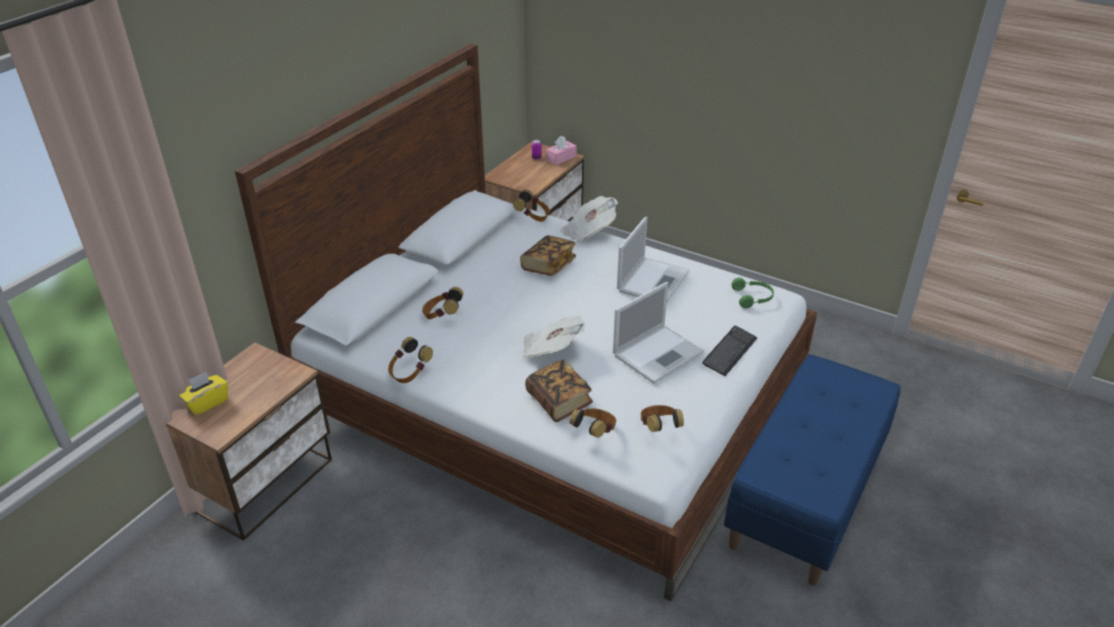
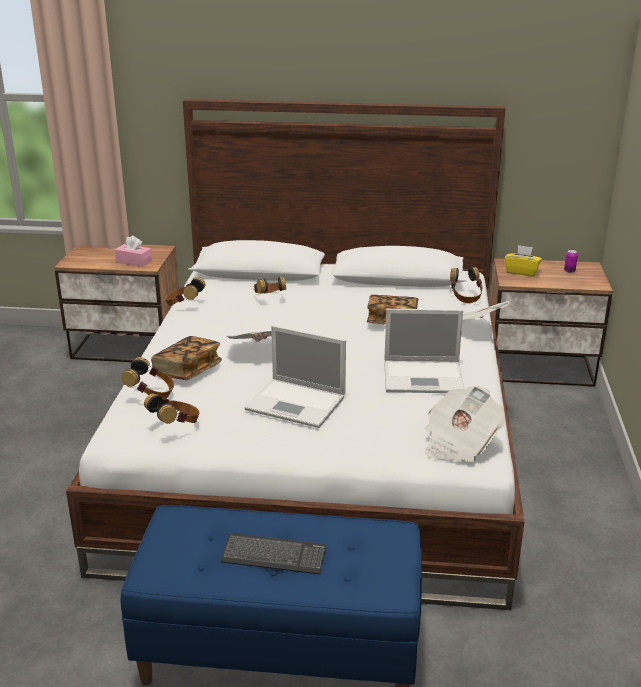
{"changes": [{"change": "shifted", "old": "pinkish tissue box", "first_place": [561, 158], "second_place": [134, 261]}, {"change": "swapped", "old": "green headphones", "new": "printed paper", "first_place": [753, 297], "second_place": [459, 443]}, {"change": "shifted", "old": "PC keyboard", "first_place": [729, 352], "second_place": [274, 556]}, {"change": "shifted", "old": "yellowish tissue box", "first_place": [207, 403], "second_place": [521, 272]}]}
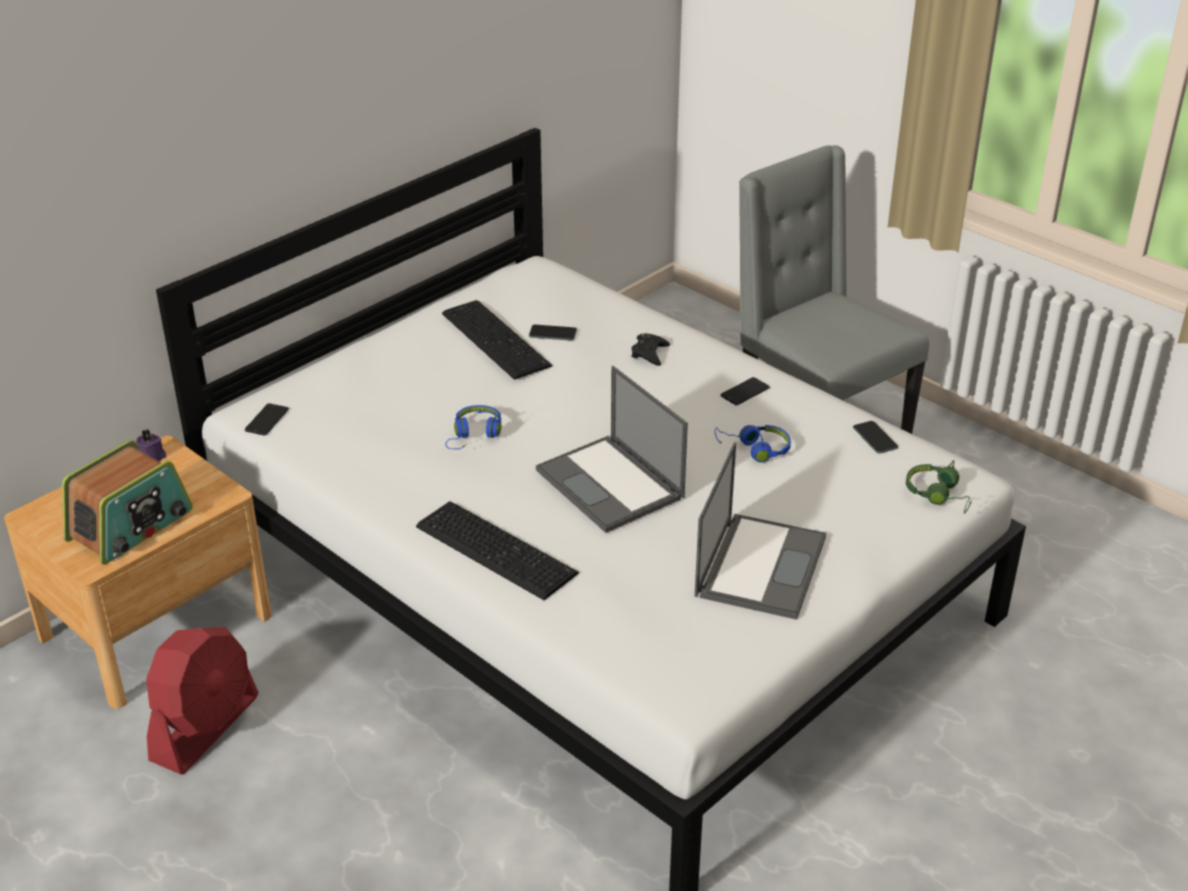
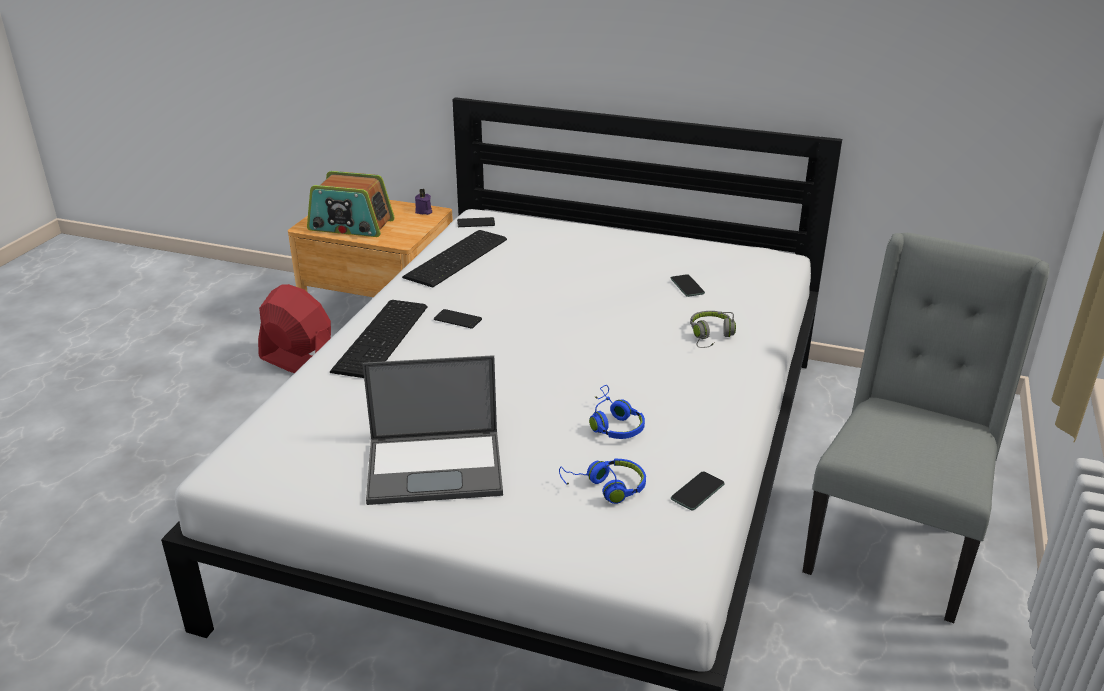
{"changes": [{"change": "shifted", "old": "PC keyboard", "first_place": [497, 338], "second_place": [459, 258]}, {"change": "swapped", "old": "black-coloured gamepad", "new": "grey headphones", "first_place": [649, 353], "second_place": [711, 336]}, {"change": "gone", "old": "notebook computer", "first_place": [611, 484]}, {"change": "shifted", "old": "phone", "first_place": [745, 392], "second_place": [457, 319]}, {"change": "shifted", "old": "blue-coloured headphones", "first_place": [474, 435], "second_place": [606, 488]}, {"change": "gone", "old": "green headphones", "first_place": [938, 495]}, {"change": "rotated", "old": "red fan", "first_place": [206, 728], "second_place": [299, 363], "degrees": -150}]}
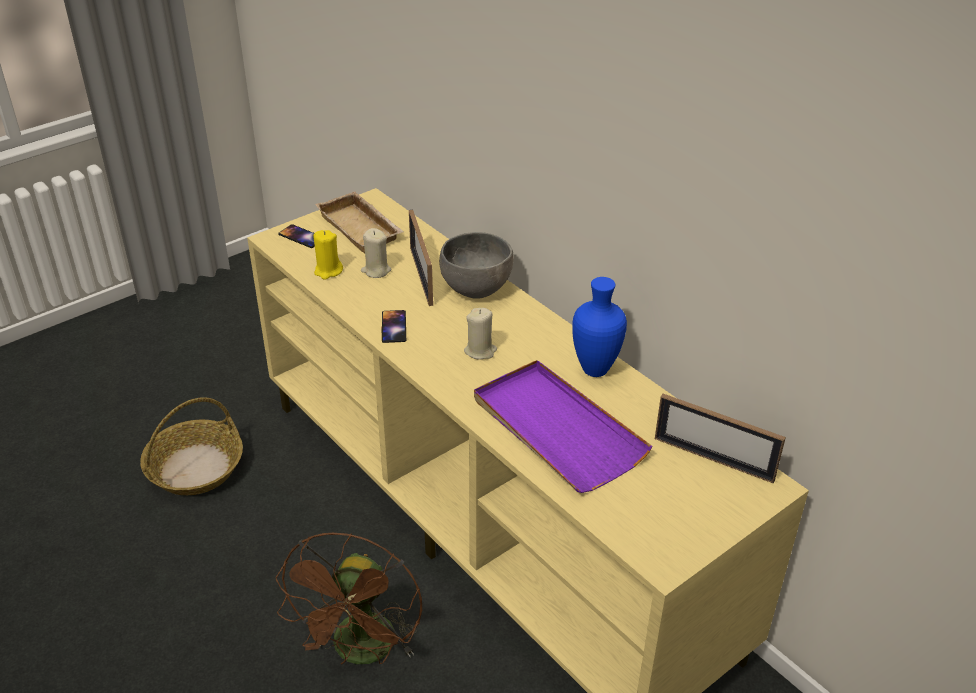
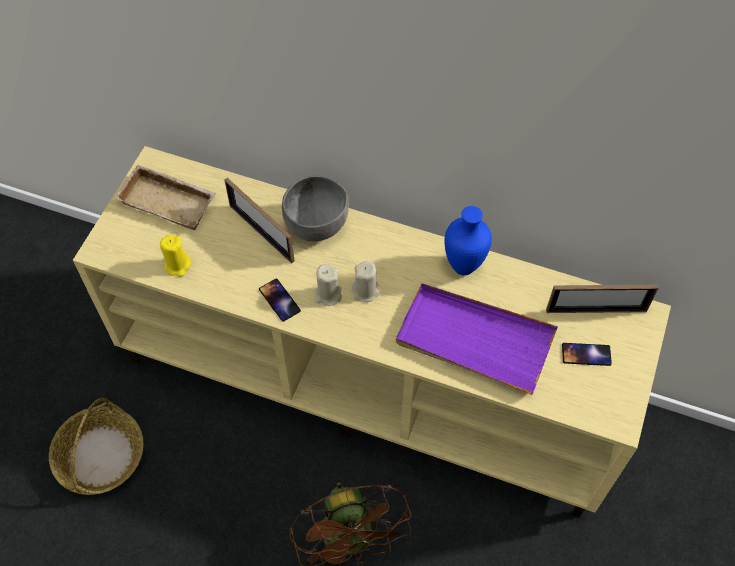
{"changes": [{"change": "shifted", "old": "phone", "first_place": [301, 237], "second_place": [586, 354]}, {"change": "shifted", "old": "beige-coloured candle", "first_place": [376, 270], "second_place": [328, 295]}]}
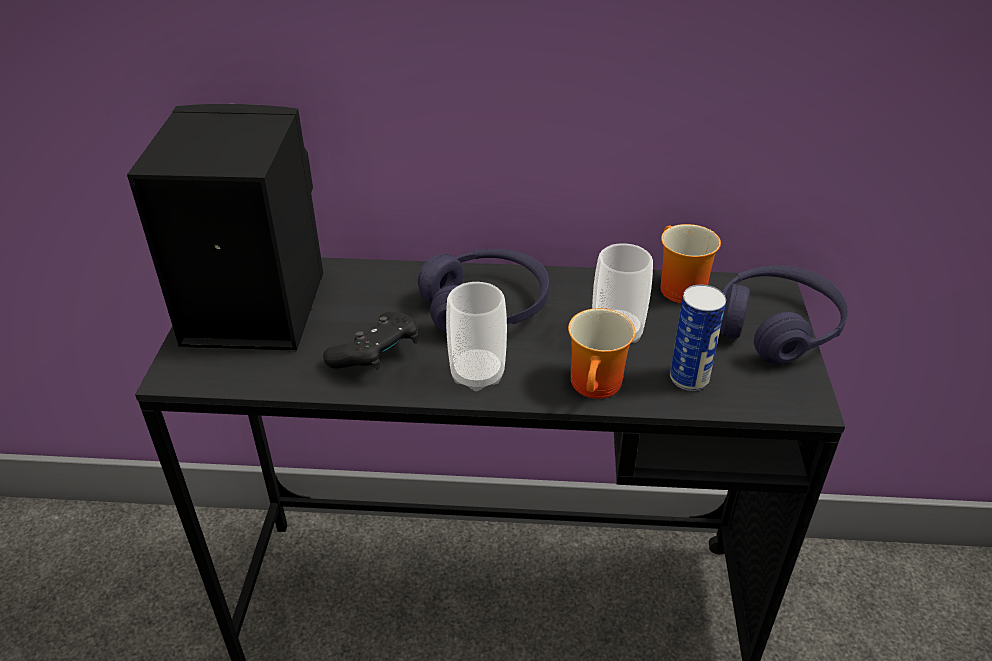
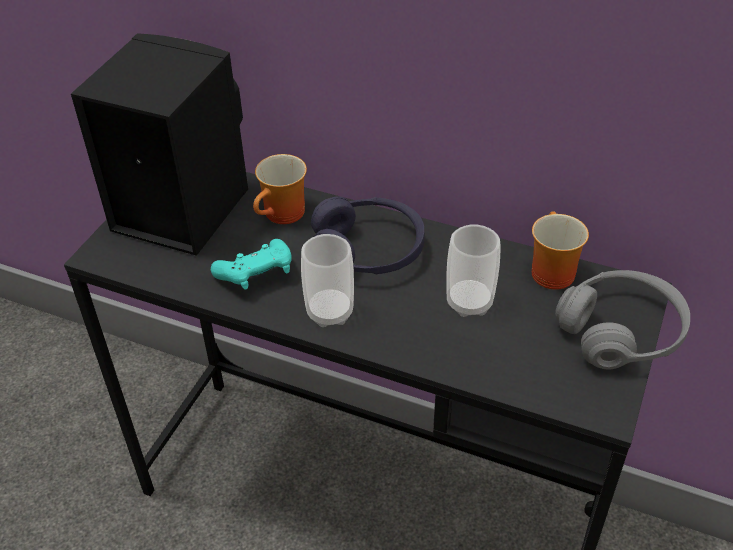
{"changes": [{"change": "repainted", "old": "purple headphones", "new": "grey headphones", "first_place": [775, 328], "second_place": [620, 332]}, {"change": "gone", "old": "metal can", "first_place": [689, 378]}, {"change": "shifted", "old": "mug", "first_place": [599, 386], "second_place": [284, 215]}, {"change": "repainted", "old": "black-coloured gamepad", "new": "turquoise-coloured gamepad", "first_place": [377, 356], "second_place": [257, 276]}]}
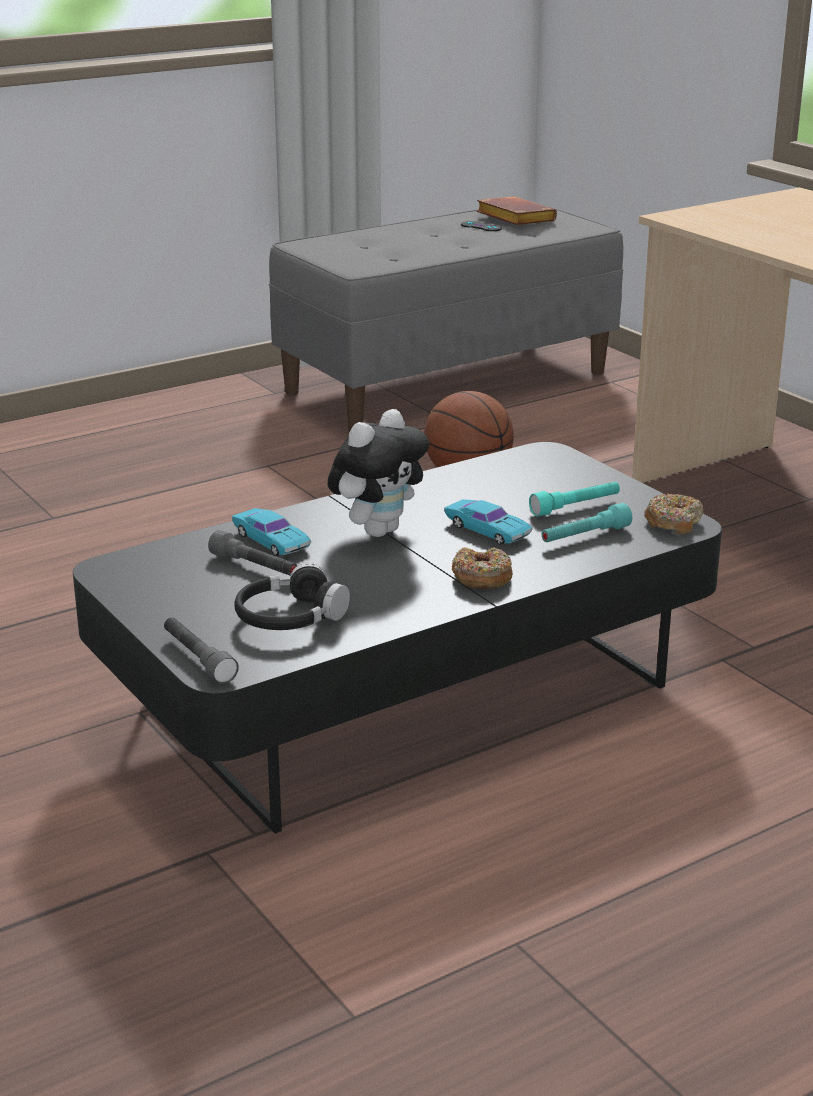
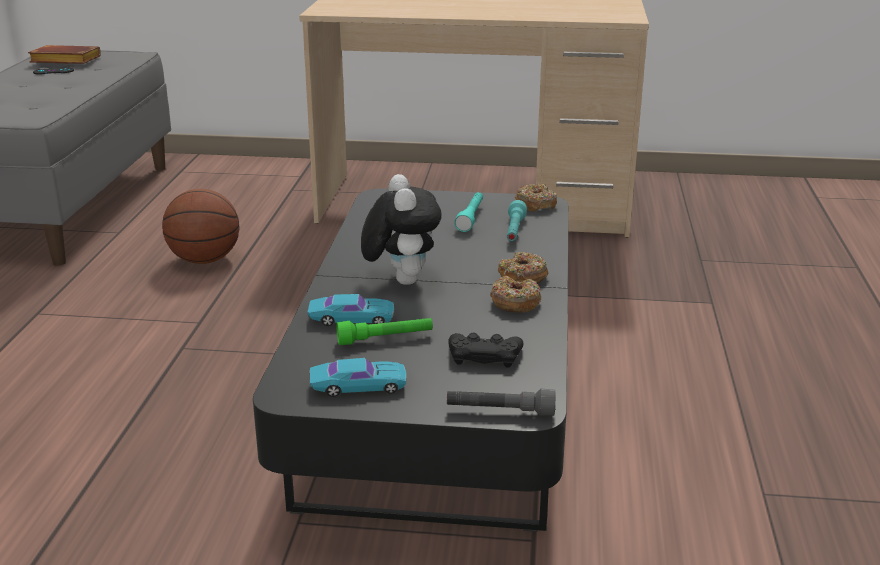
{"changes": [{"change": "shifted", "old": "turquoise-coloured miniature car", "first_place": [487, 529], "second_place": [358, 385]}, {"change": "repainted", "old": "grey hand torch", "new": "green hand torch", "first_place": [254, 567], "second_place": [385, 339]}, {"change": "swapped", "old": "black-coloured headphones", "new": "black-coloured gamepad", "first_place": [290, 617], "second_place": [484, 355]}, {"change": "new", "new": "doughnut", "second_place": [515, 302]}]}
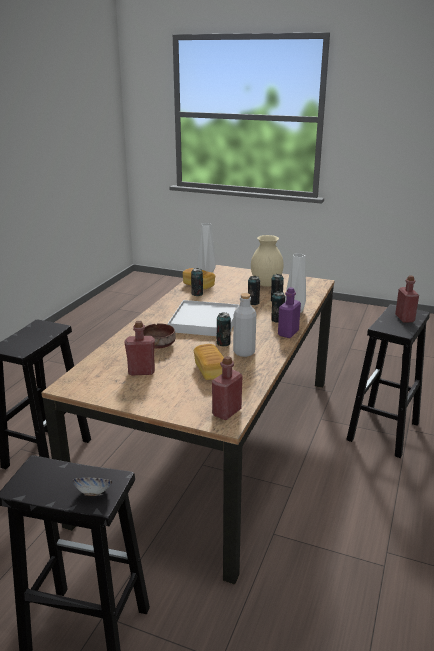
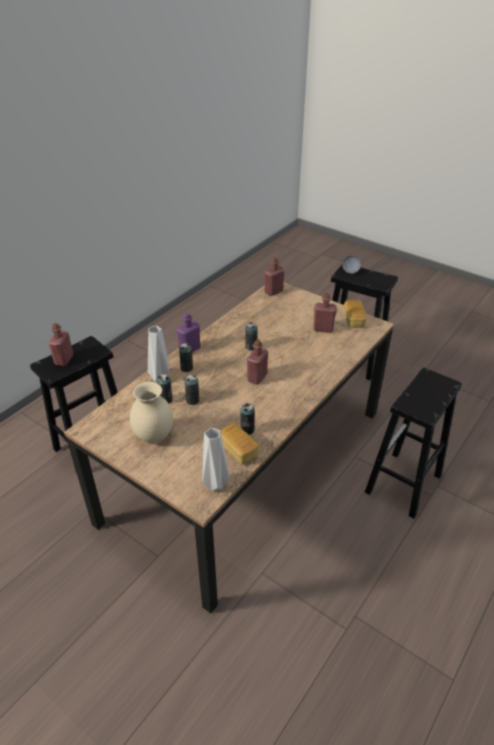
{"changes": [{"change": "gone", "old": "grey drink bottle", "first_place": [244, 352]}, {"change": "swapped", "old": "white-coloured tray", "new": "red drink bottle", "first_place": [204, 322], "second_place": [257, 377]}, {"change": "gone", "old": "brownish serving bowl", "first_place": [158, 345]}, {"change": "shifted", "old": "baked bread", "first_place": [210, 371], "second_place": [353, 320]}]}
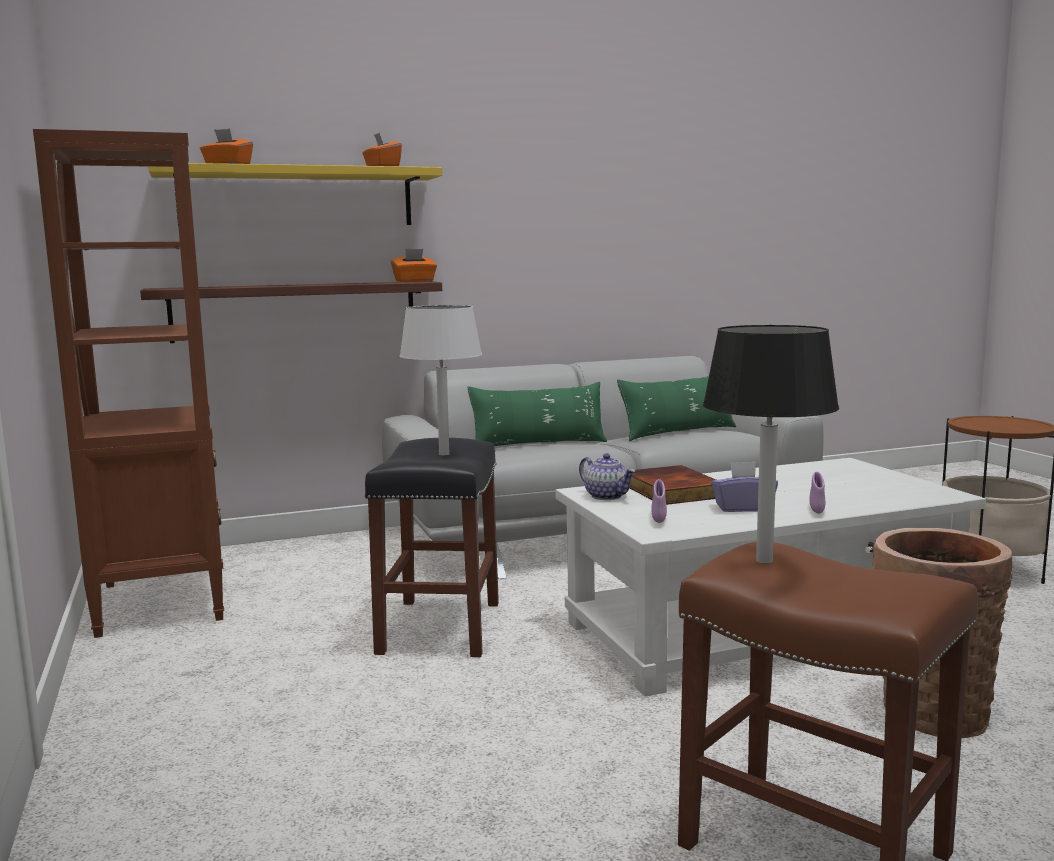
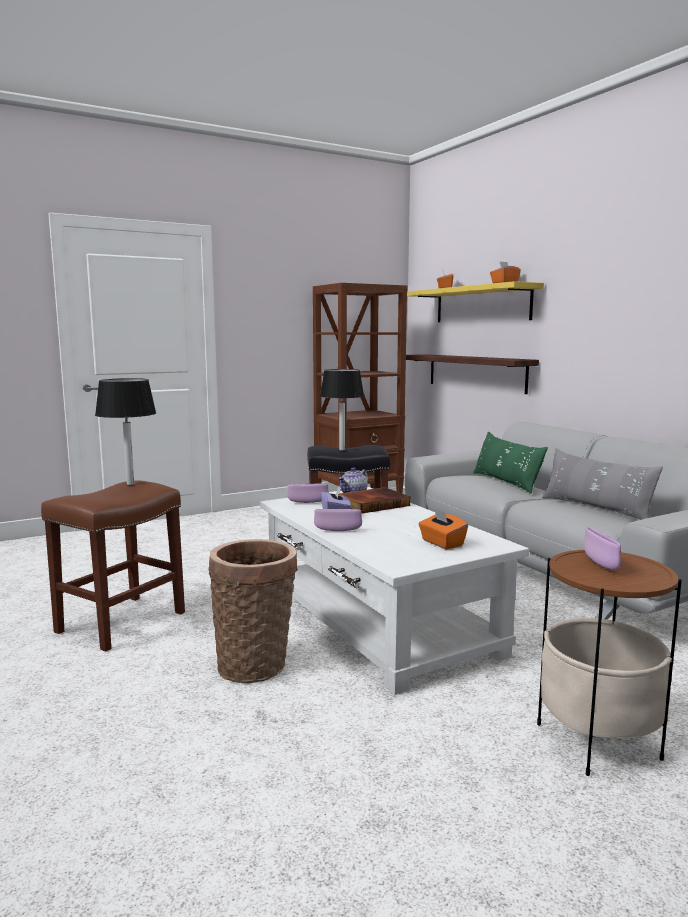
{"changes": [{"change": "shifted", "old": "orange-coloured tissue box", "first_place": [414, 281], "second_place": [442, 543]}, {"change": "repainted", "old": "white-coloured tabletop lamp", "new": "black-coloured tabletop lamp", "first_place": [444, 454], "second_place": [341, 450]}, {"change": "repainted", "old": "green pillow", "new": "grey pillow", "first_place": [678, 432], "second_place": [595, 508]}, {"change": "new", "new": "purple serving bowl", "second_place": [600, 564]}]}
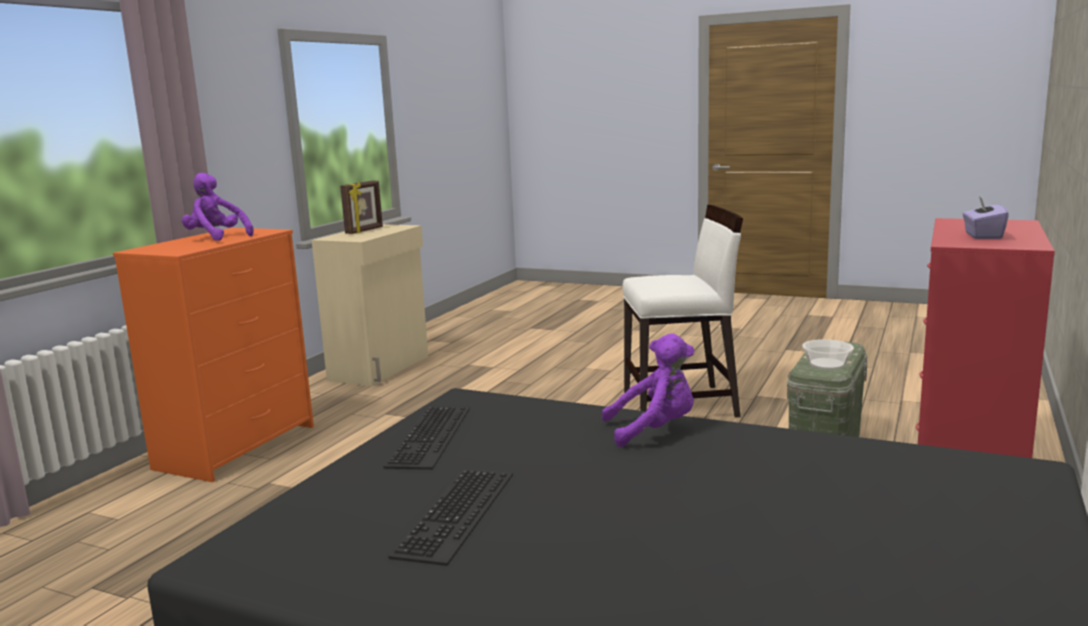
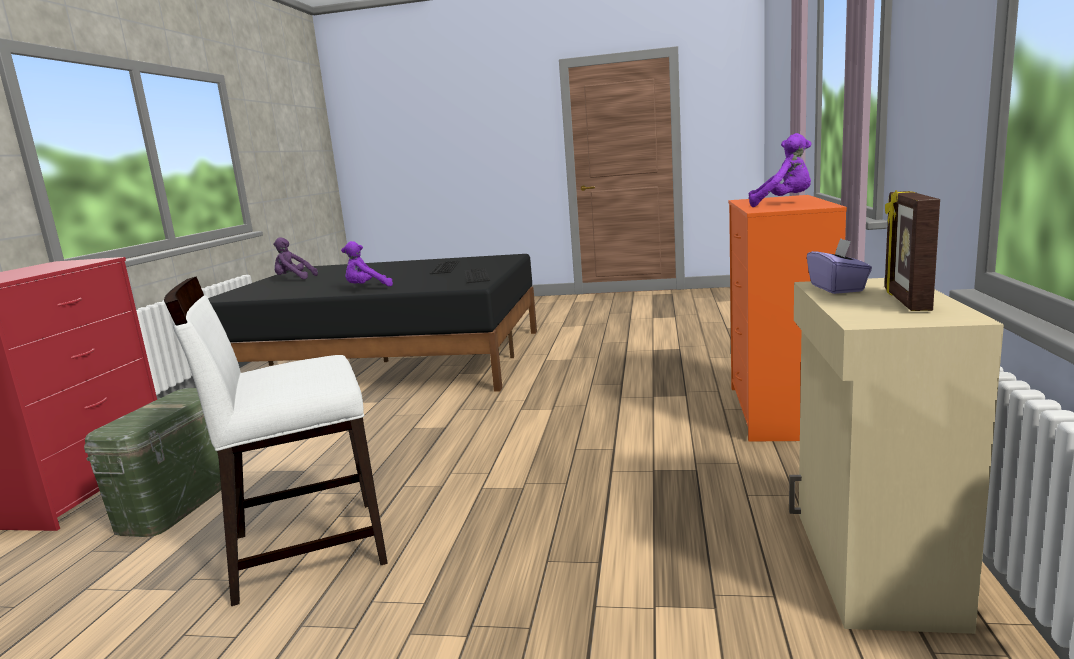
{"changes": [{"change": "shifted", "old": "purple tissue box", "first_place": [982, 236], "second_place": [837, 288]}, {"change": "gone", "old": "serving bowl", "first_place": [827, 364]}, {"change": "new", "new": "purple plush toy", "second_place": [293, 279]}]}
